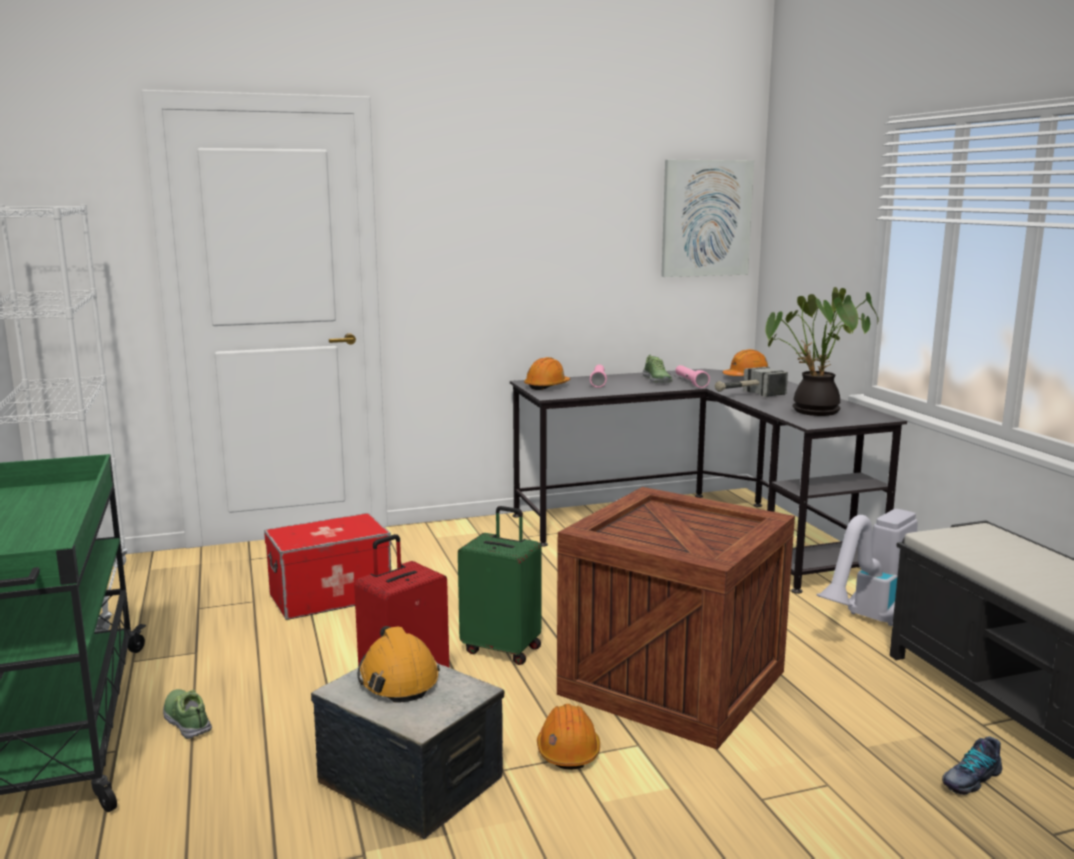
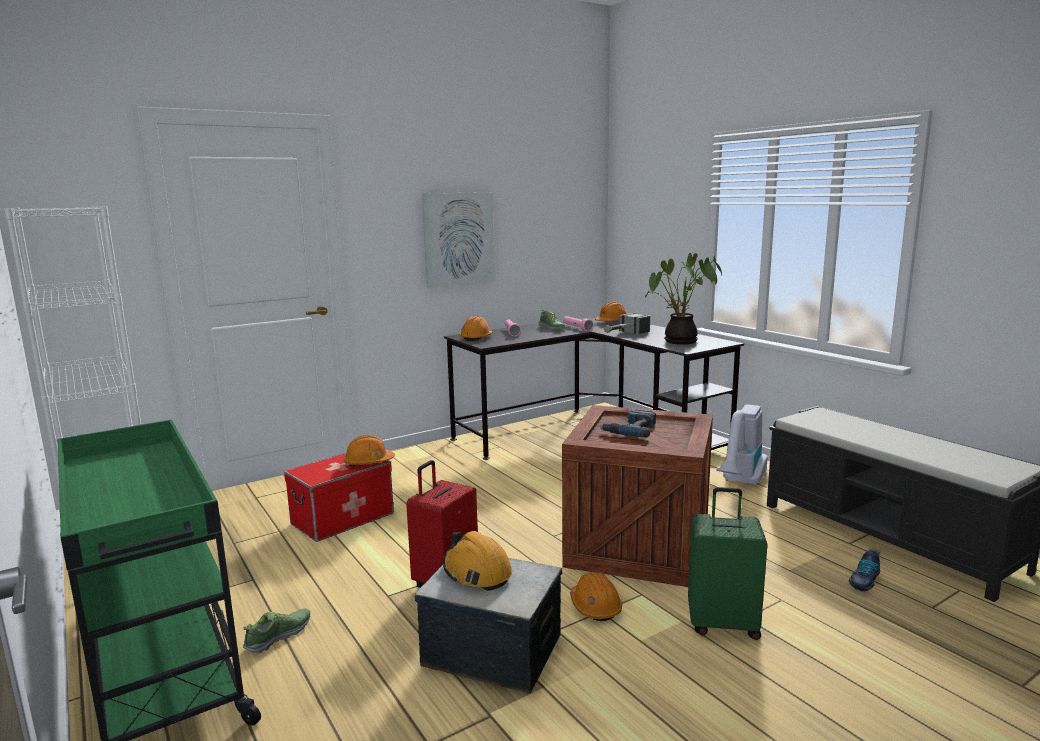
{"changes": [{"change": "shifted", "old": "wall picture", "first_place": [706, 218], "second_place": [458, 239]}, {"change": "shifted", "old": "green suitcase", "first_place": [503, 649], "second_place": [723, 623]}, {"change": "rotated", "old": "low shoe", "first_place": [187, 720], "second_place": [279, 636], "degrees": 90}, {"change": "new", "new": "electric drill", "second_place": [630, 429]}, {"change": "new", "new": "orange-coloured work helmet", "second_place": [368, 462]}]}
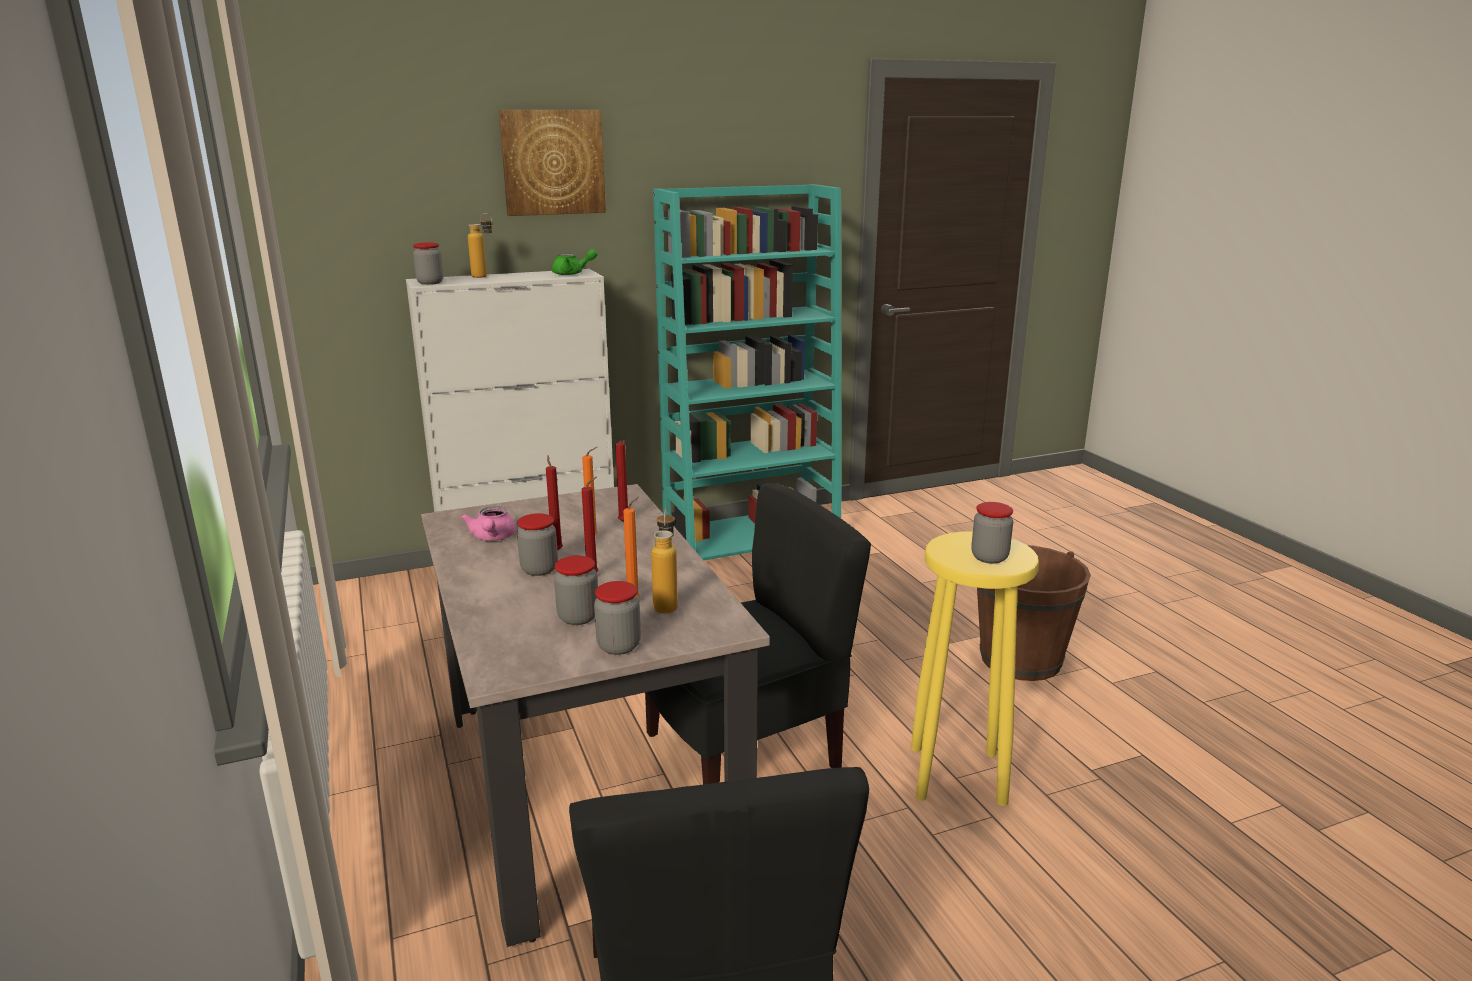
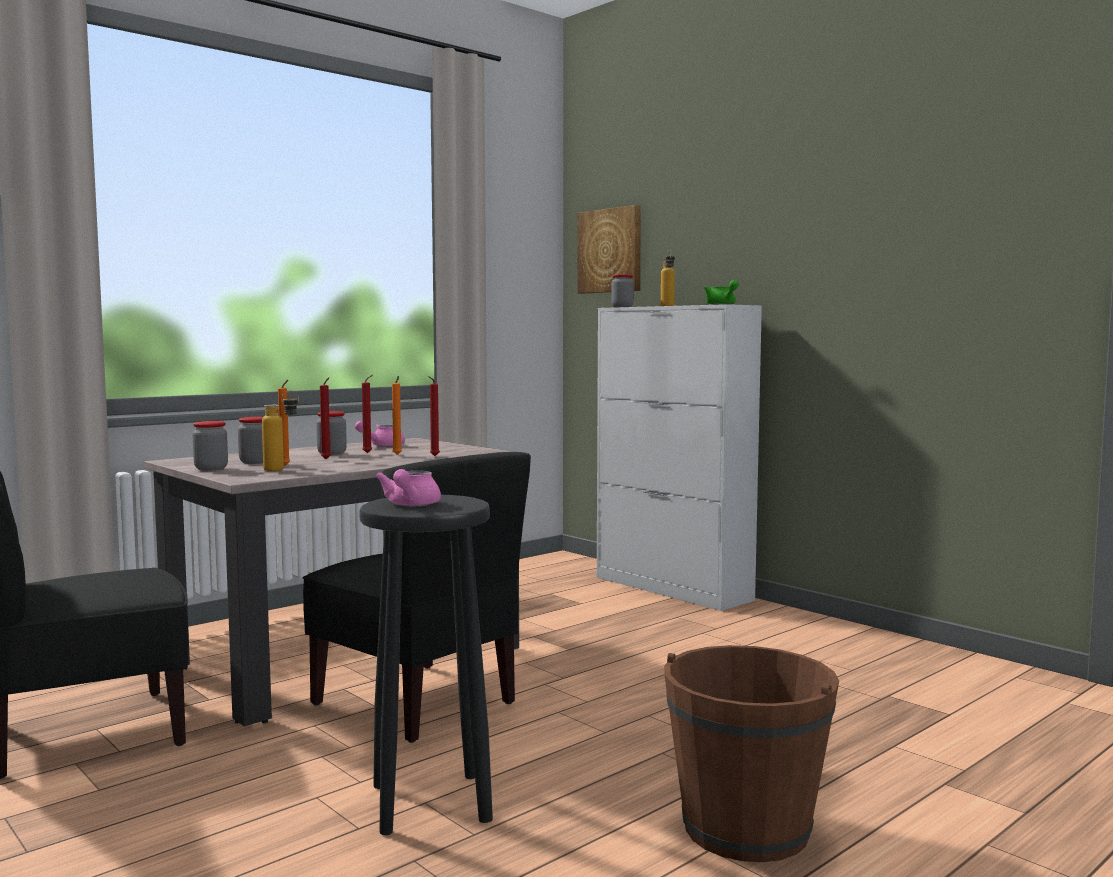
{"changes": [{"change": "shifted", "old": "wall picture", "first_place": [552, 162], "second_place": [610, 251]}, {"change": "gone", "old": "turquoise-coloured bookcase", "first_place": [752, 536]}, {"change": "swapped", "old": "preserve jar", "new": "pinkish pot for tea", "first_place": [989, 557], "second_place": [410, 505]}, {"change": "repainted", "old": "yellowish stool", "new": "black-coloured stool", "first_place": [959, 775], "second_place": [430, 803]}]}
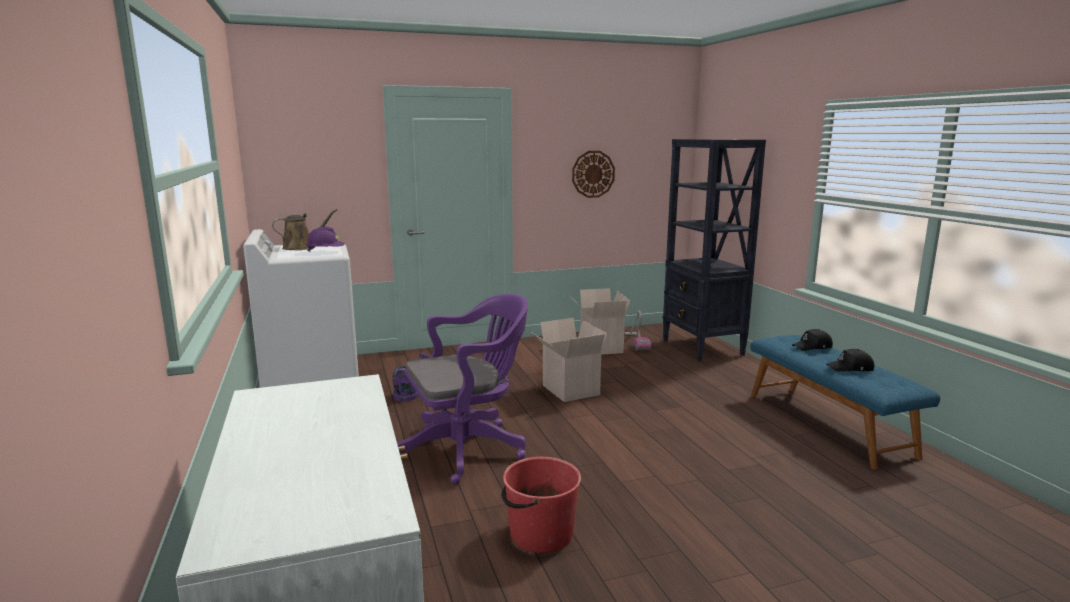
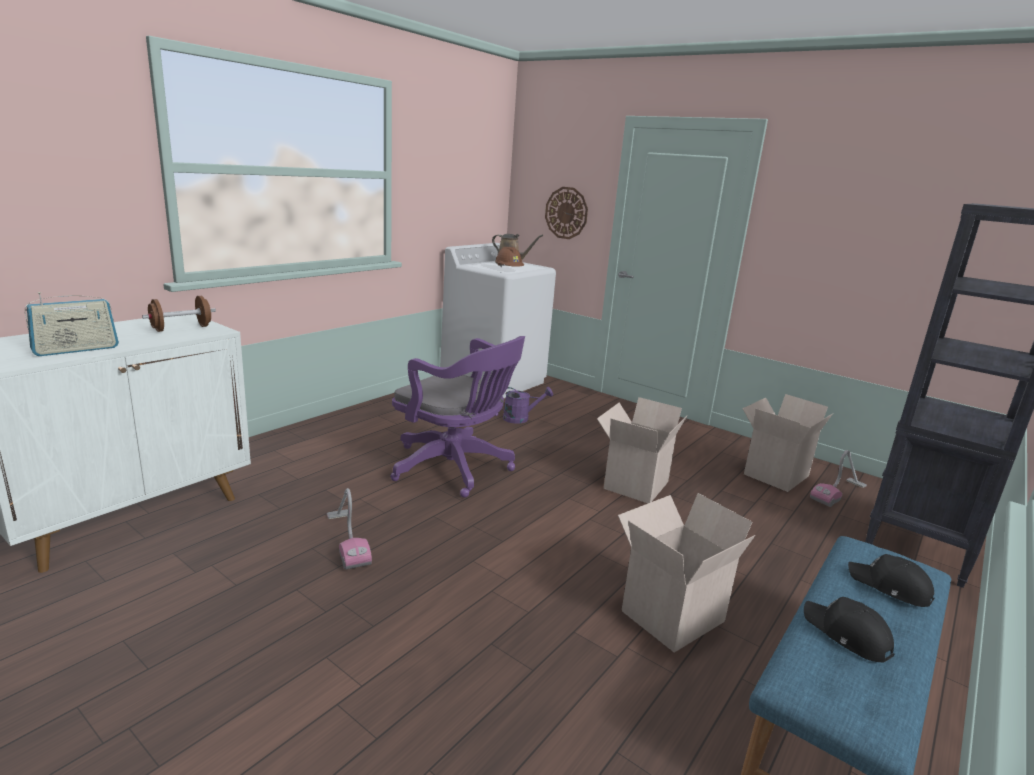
{"changes": [{"change": "shifted", "old": "hanging clock", "first_place": [593, 174], "second_place": [566, 213]}, {"change": "repainted", "old": "purple work helmet", "new": "brownish work helmet", "first_place": [326, 252], "second_place": [509, 269]}, {"change": "swapped", "old": "red pail", "new": "vacuum", "first_place": [540, 534], "second_place": [347, 539]}, {"change": "new", "new": "radio", "second_place": [76, 350]}, {"change": "new", "new": "brownish free weight", "second_place": [181, 328]}, {"change": "new", "new": "carton", "second_place": [671, 614]}]}
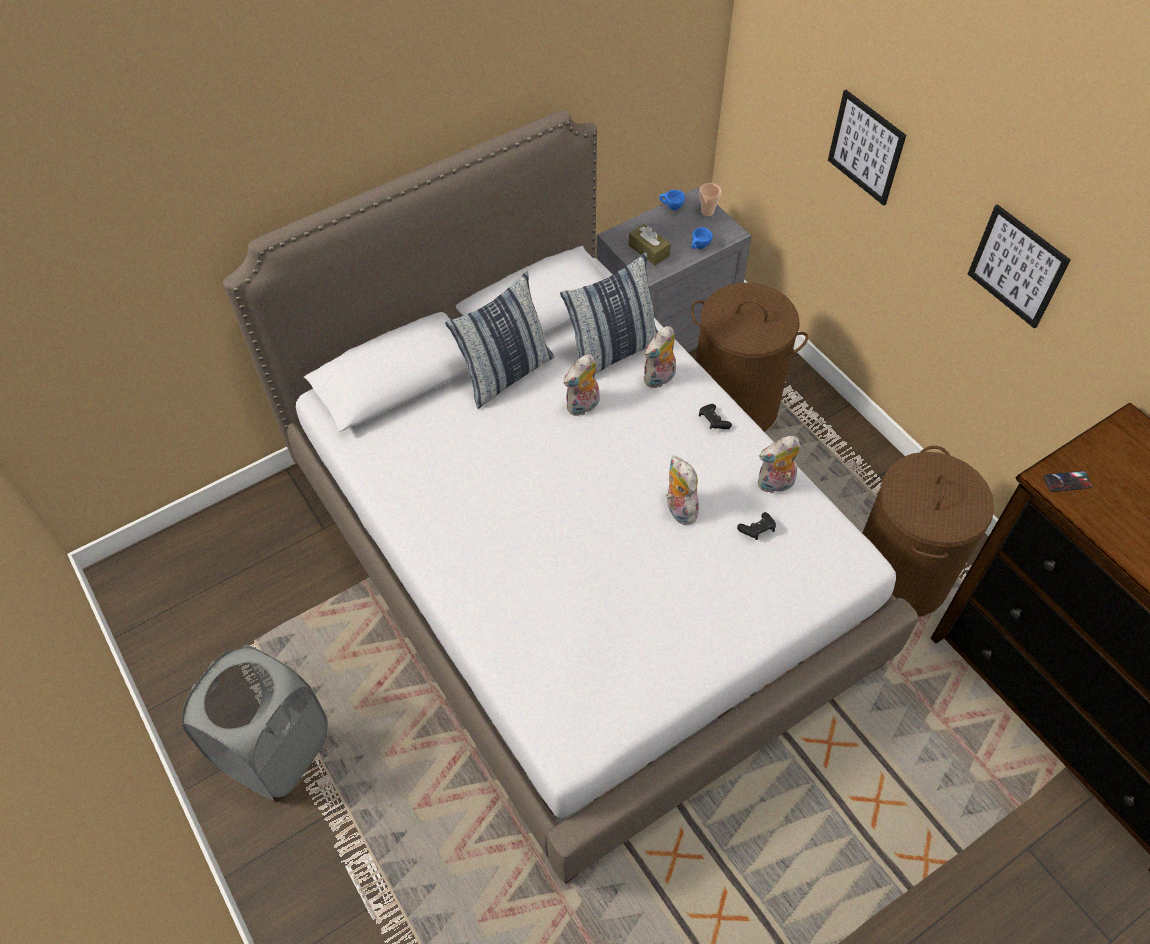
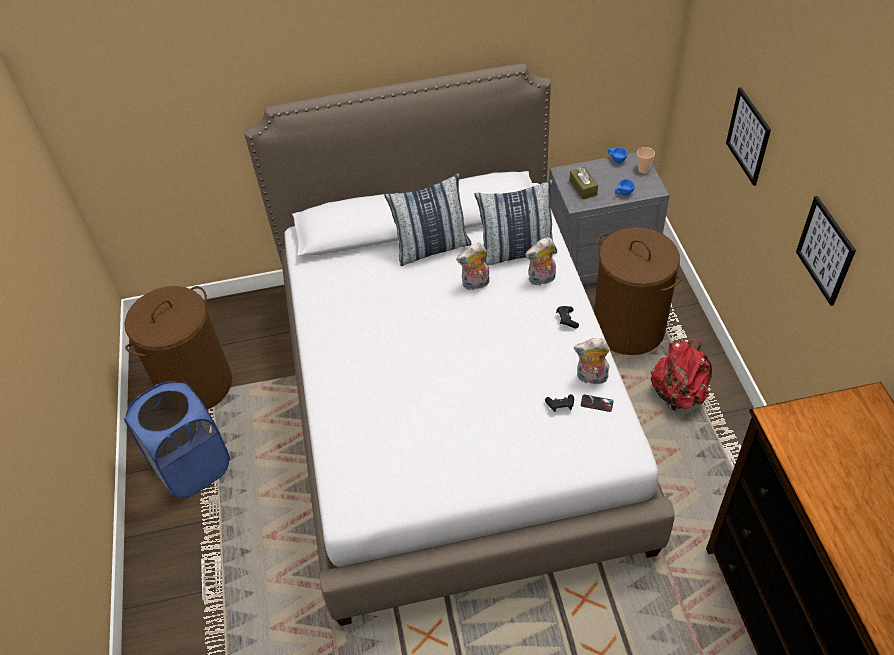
{"changes": [{"change": "shifted", "old": "brownish laundry basket", "first_place": [899, 575], "second_place": [196, 385]}, {"change": "gone", "old": "plush toy", "first_place": [678, 509]}, {"change": "shifted", "old": "phone", "first_place": [1067, 482], "second_place": [596, 403]}, {"change": "repainted", "old": "grey laundry basket", "new": "blue-coloured laundry basket", "first_place": [275, 750], "second_place": [192, 467]}, {"change": "new", "new": "red rucksack", "second_place": [678, 394]}]}
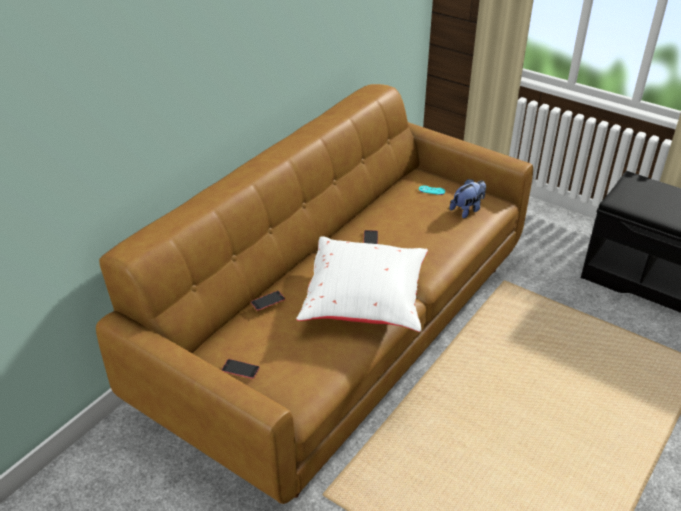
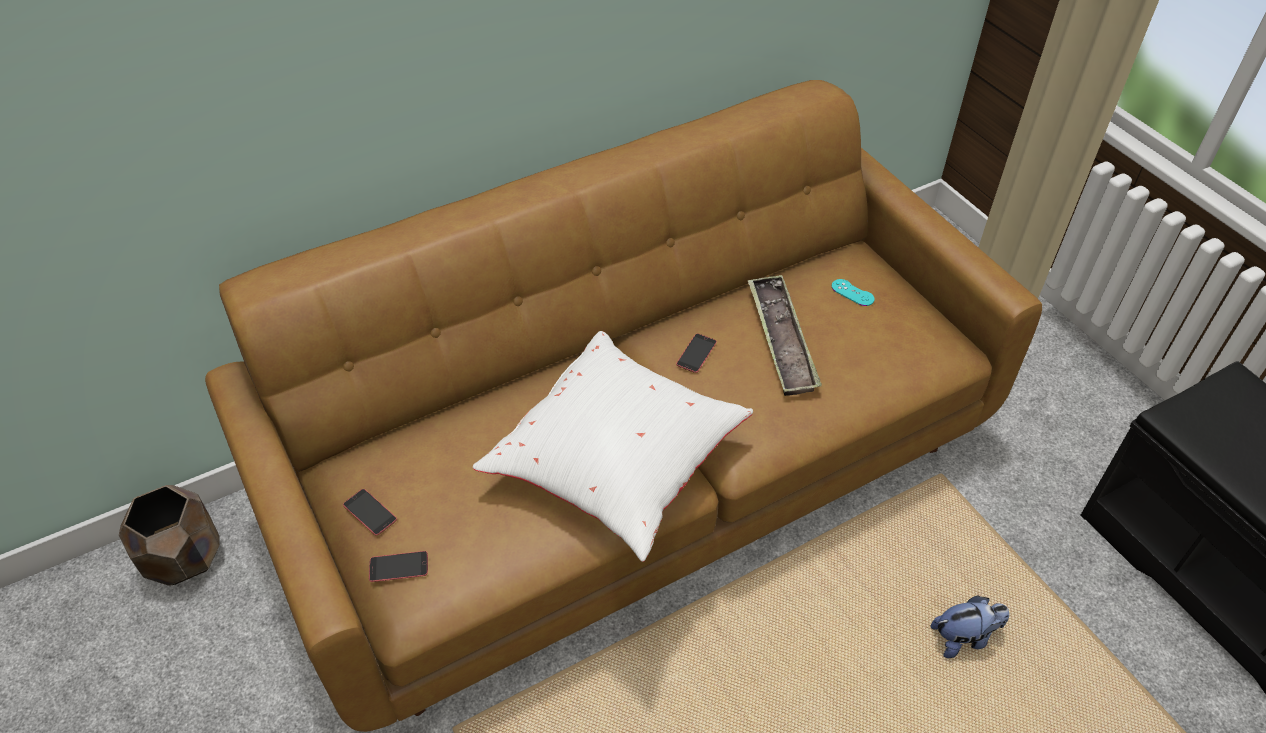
{"changes": [{"change": "shifted", "old": "plush toy", "first_place": [467, 210], "second_place": [963, 638]}, {"change": "shifted", "old": "phone", "first_place": [268, 301], "second_place": [398, 567]}, {"change": "new", "new": "tray", "second_place": [781, 340]}, {"change": "new", "new": "brownish flower pot", "second_place": [185, 557]}]}
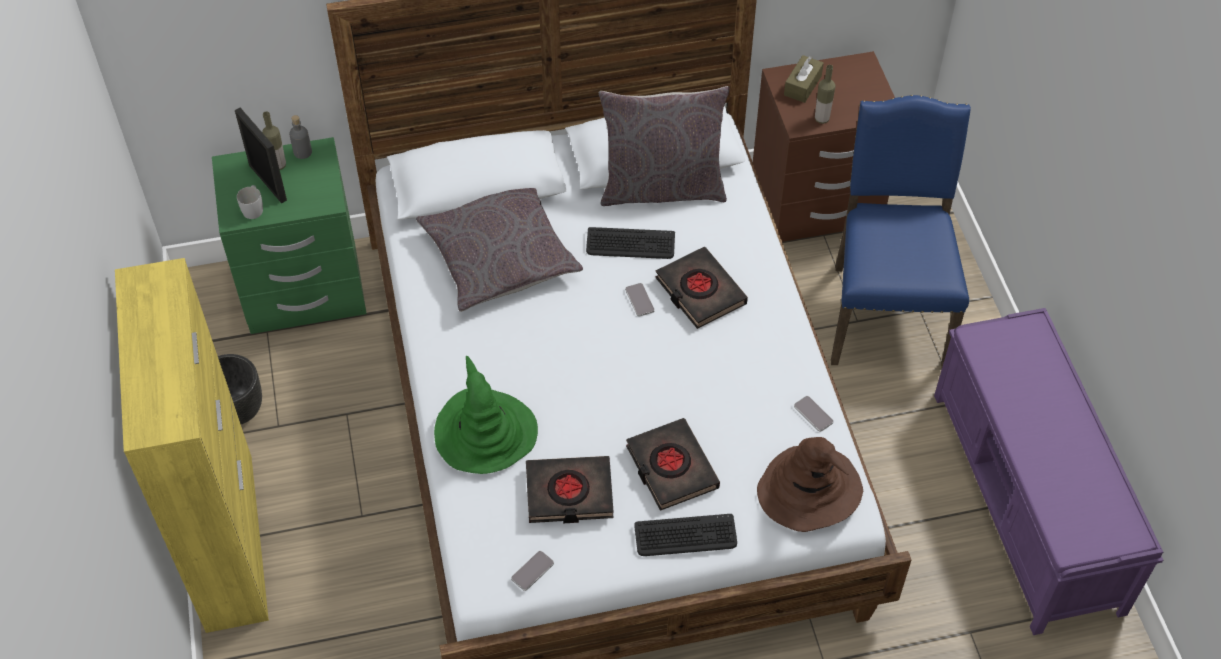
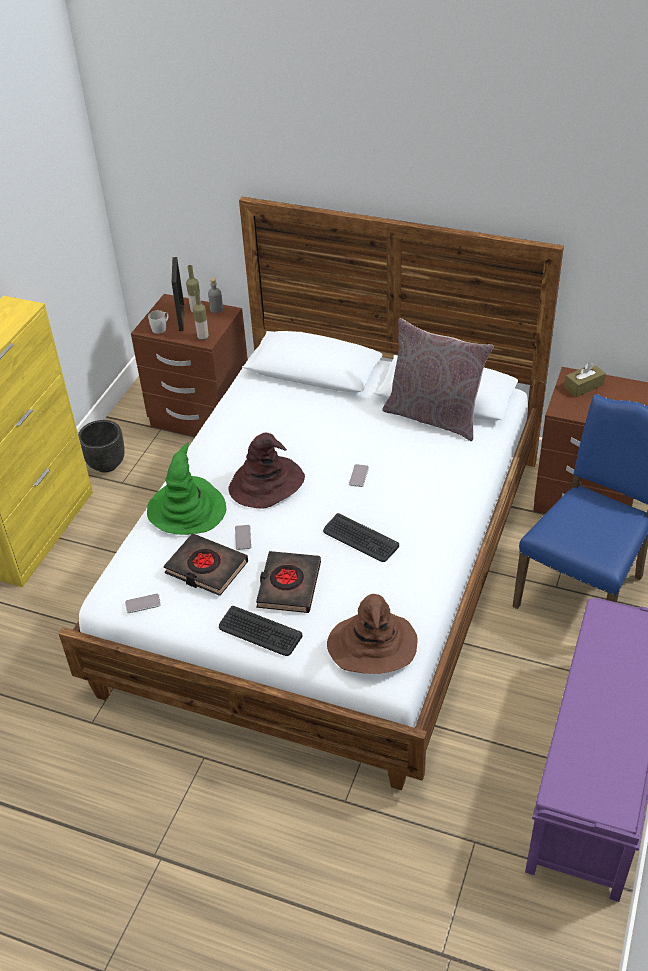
{"changes": [{"change": "shifted", "old": "drink bottle", "first_place": [821, 119], "second_place": [203, 337]}, {"change": "repainted", "old": "green bedside table", "new": "brownish bedside table", "first_place": [304, 291], "second_place": [201, 416]}, {"change": "gone", "old": "grey pillow", "first_place": [499, 256]}, {"change": "shifted", "old": "PC keyboard", "first_place": [630, 244], "second_place": [360, 539]}, {"change": "gone", "old": "black-coloured volume", "first_place": [700, 291]}, {"change": "shifted", "old": "phone", "first_place": [813, 414], "second_place": [243, 538]}, {"change": "new", "new": "brownish wearable hat", "second_place": [267, 483]}]}
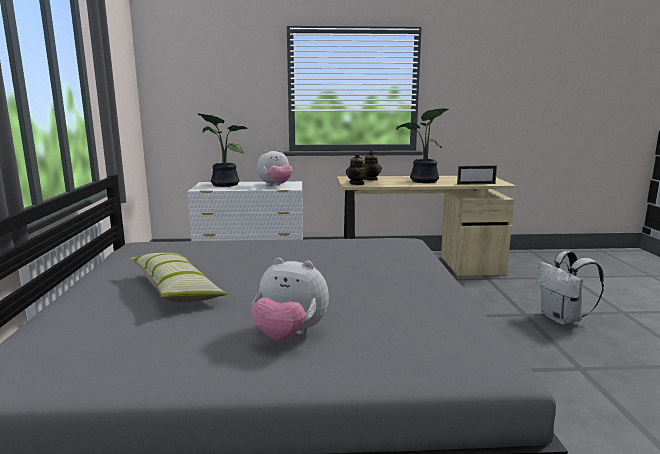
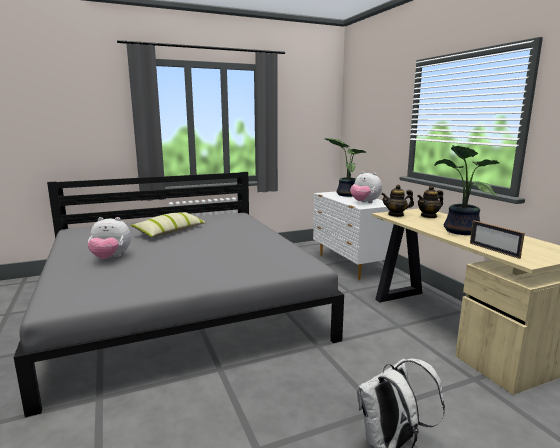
{"changes": [{"change": "rotated", "old": "plush toy", "first_place": [290, 335], "second_place": [110, 258], "degrees": -90}]}
